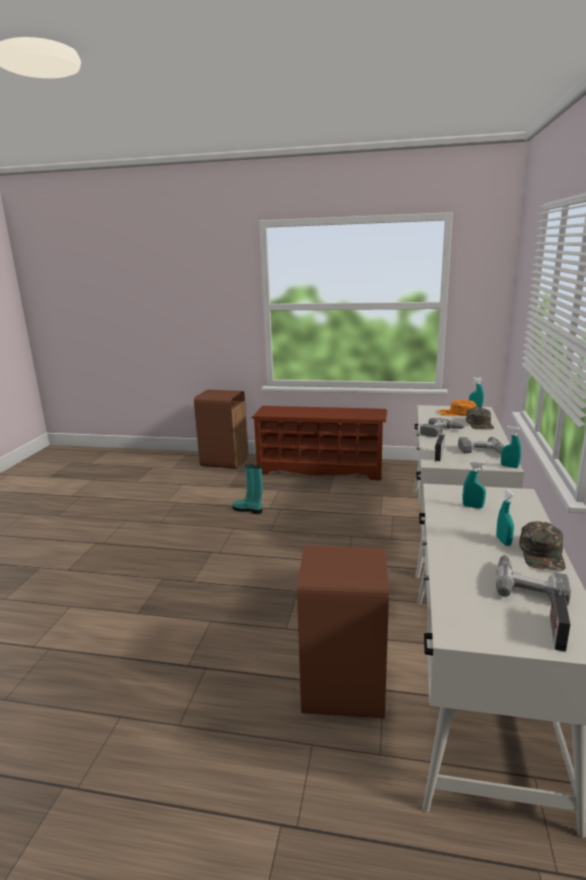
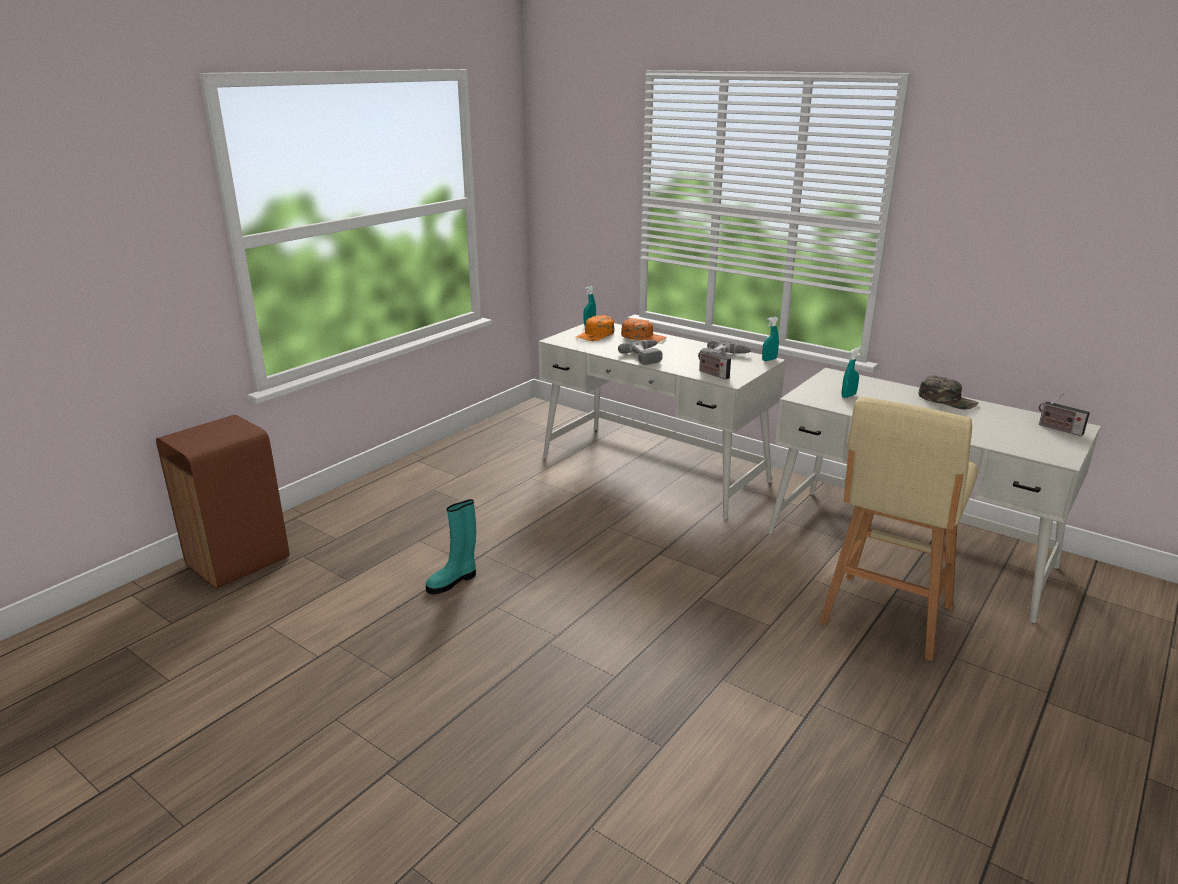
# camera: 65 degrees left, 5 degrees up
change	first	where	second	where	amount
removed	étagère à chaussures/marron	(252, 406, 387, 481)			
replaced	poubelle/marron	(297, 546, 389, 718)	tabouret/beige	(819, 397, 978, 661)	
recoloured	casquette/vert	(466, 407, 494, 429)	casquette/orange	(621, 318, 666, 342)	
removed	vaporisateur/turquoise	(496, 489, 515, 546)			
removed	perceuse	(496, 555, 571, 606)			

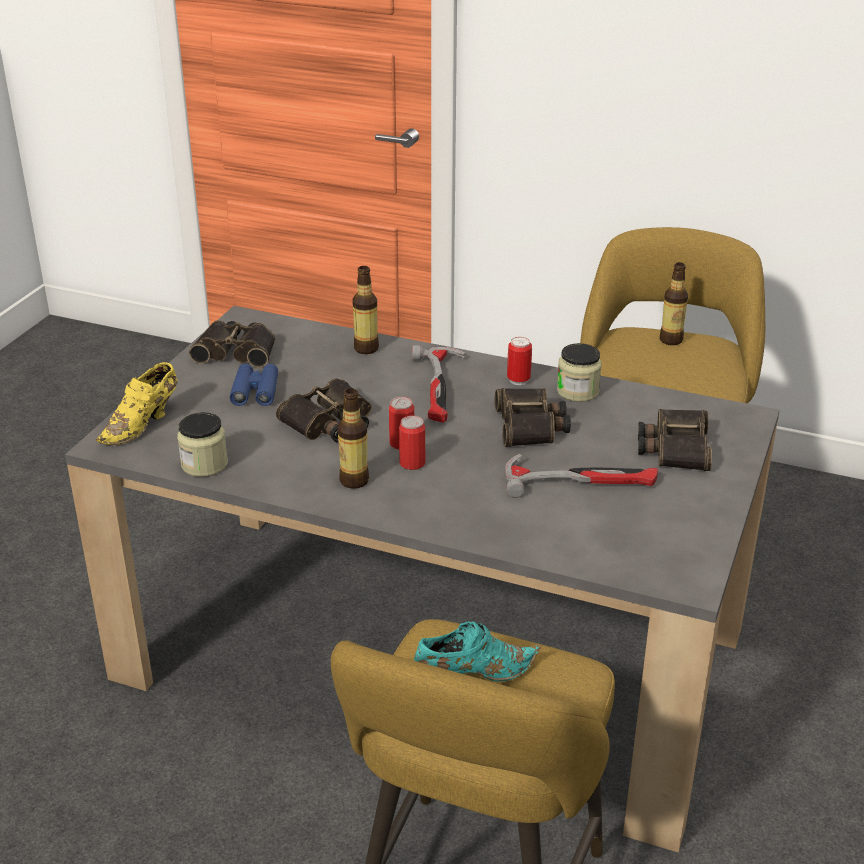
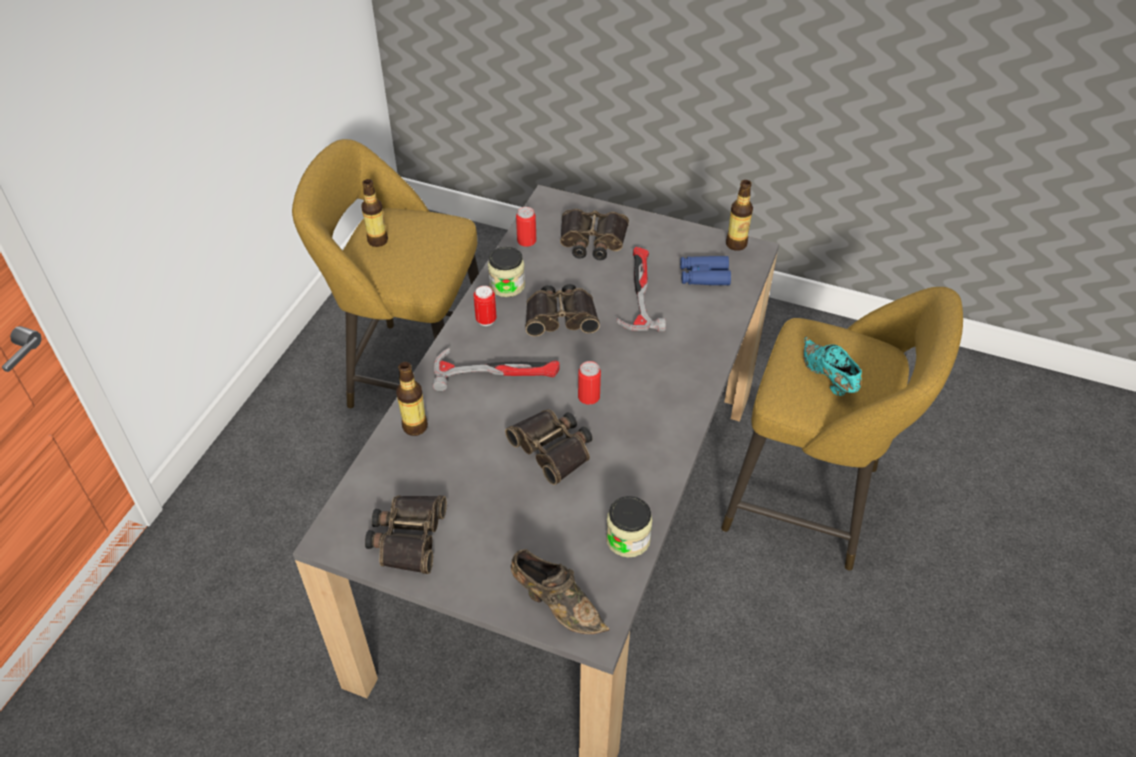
# camera: 90 degrees left, 15 degrees up
change	first	where	second	where	amount
recoloured	chaussure/jaune	(96, 362, 178, 445)	chaussure/marron	(511, 549, 609, 634)	
moved	jumelles/bleu	(230, 364, 278, 406)		(680, 256, 731, 285)	
moved	bouteille	(338, 388, 369, 489)		(726, 180, 753, 251)	
moved	boîte métallique	(399, 416, 425, 470)		(516, 207, 536, 247)	

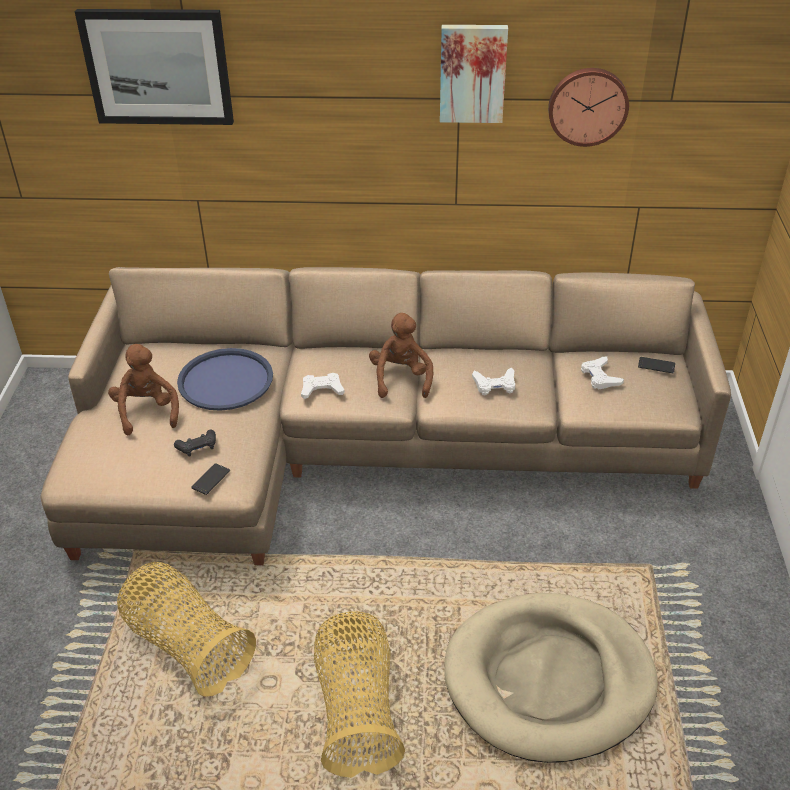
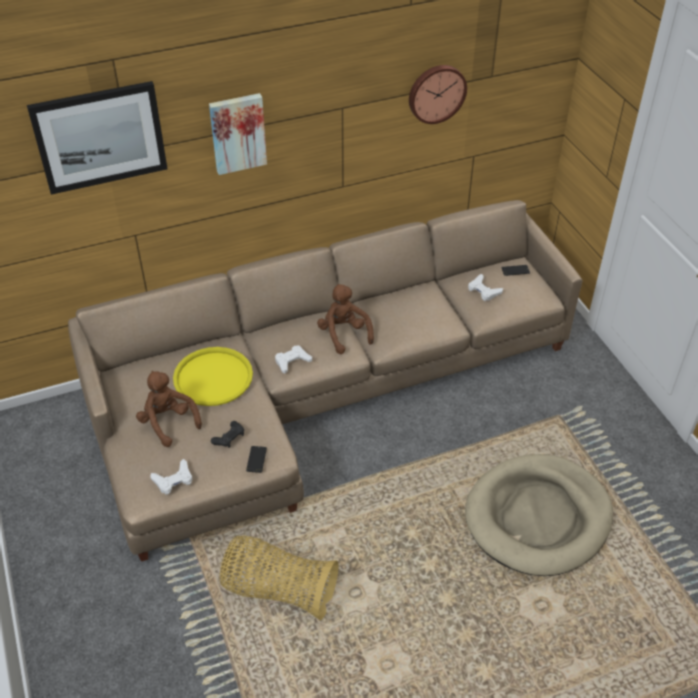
# camera: 25 degrees left, 5 degrees up
change	first	where	second	where	amount
recoloured	plateau/bleu	(177, 348, 273, 411)	plateau/jaune	(173, 347, 253, 406)	
removed	panier	(314, 612, 405, 778)			
moved	tableau	(440, 25, 508, 123)		(209, 93, 267, 175)	
moved	manette/blanc	(472, 368, 515, 395)		(150, 459, 193, 495)	

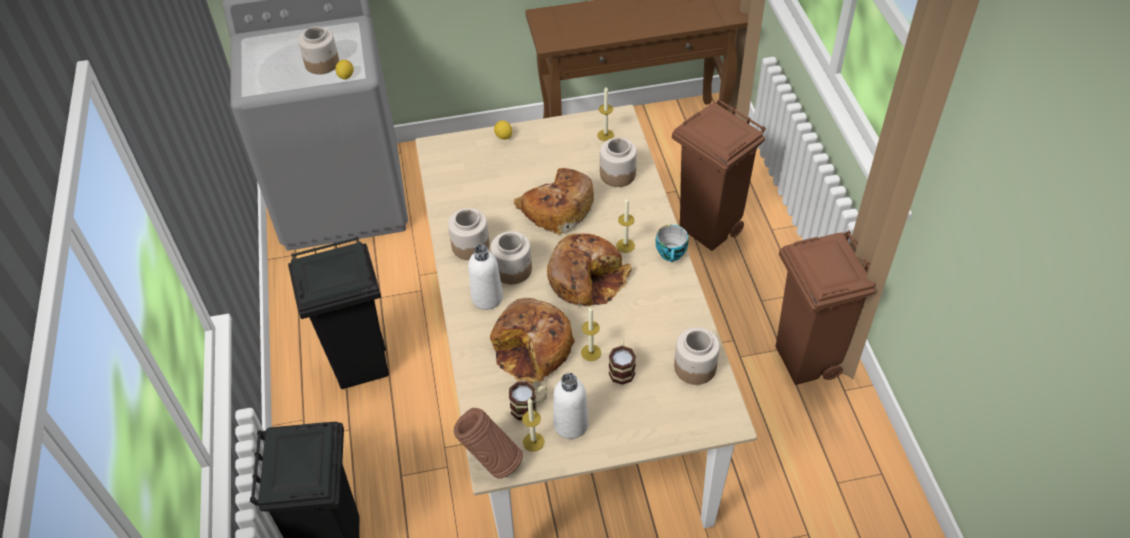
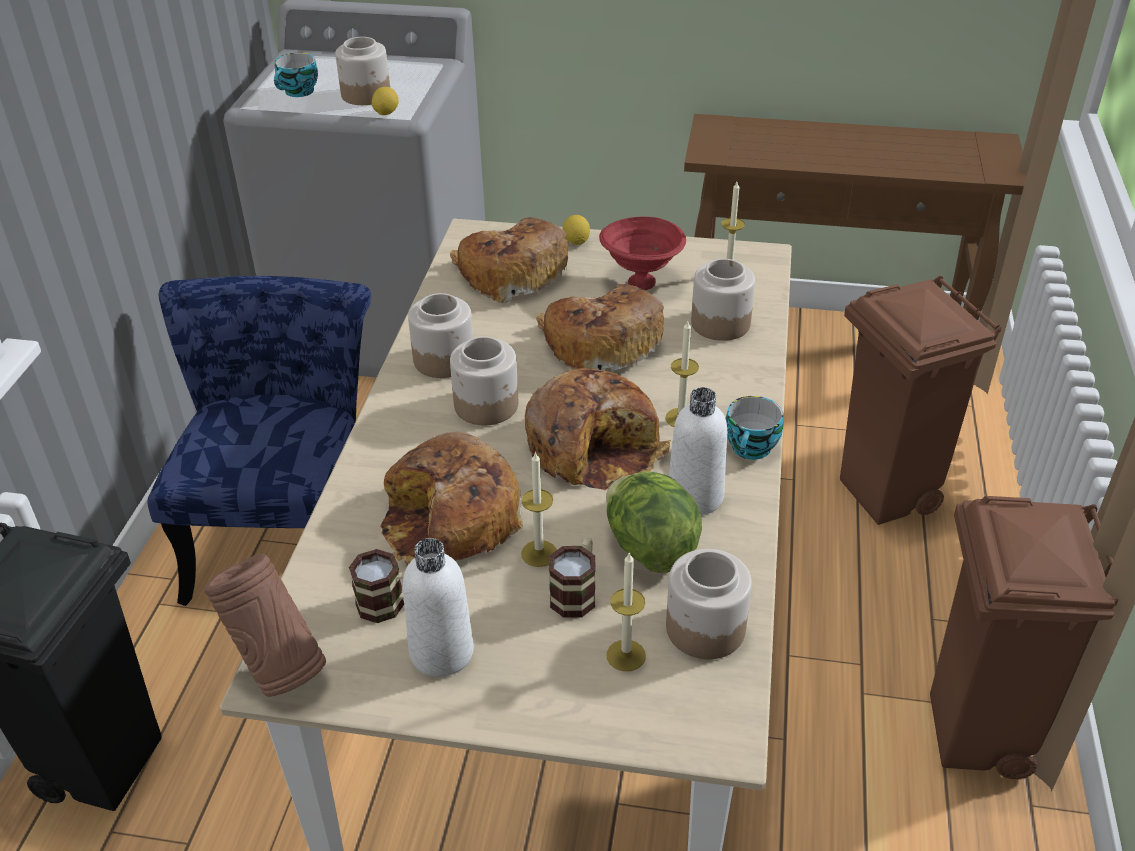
# camera: 20 degrees right, 10 degrees down
change	first	where	second	where	amount
replaced	poubelle/noir	(288, 236, 389, 389)	chaise/bleu	(148, 276, 371, 606)	
moved	bouteille/blanc	(468, 245, 503, 310)		(669, 387, 727, 515)	
moved	bougie	(522, 398, 544, 452)		(606, 552, 646, 671)	
added			tasse	(274, 53, 318, 97)	
added			pain	(450, 217, 568, 303)	
added			bol/rouge	(599, 217, 686, 290)	
added			laitue	(606, 471, 702, 573)	

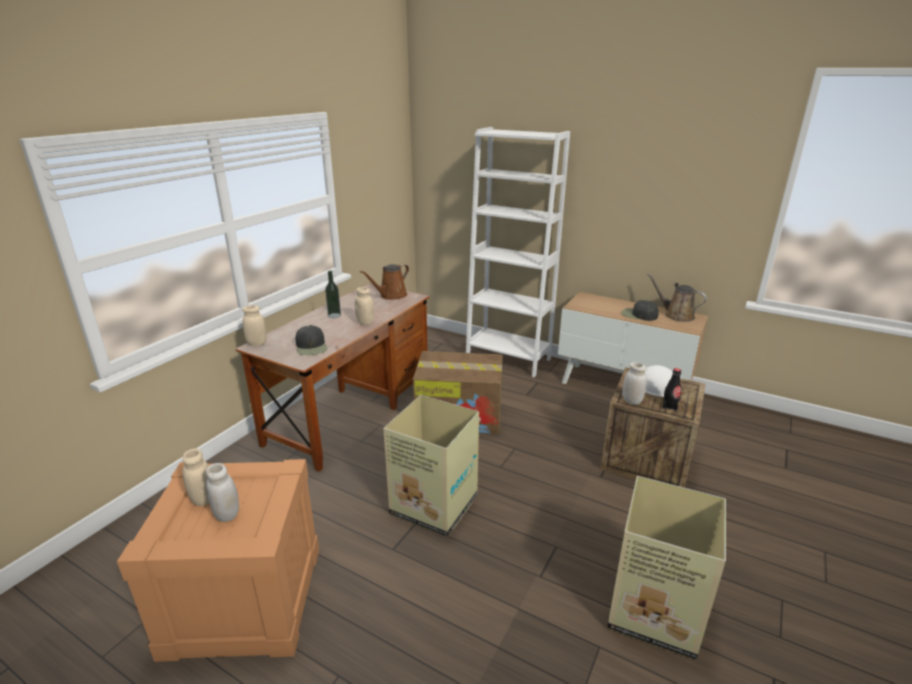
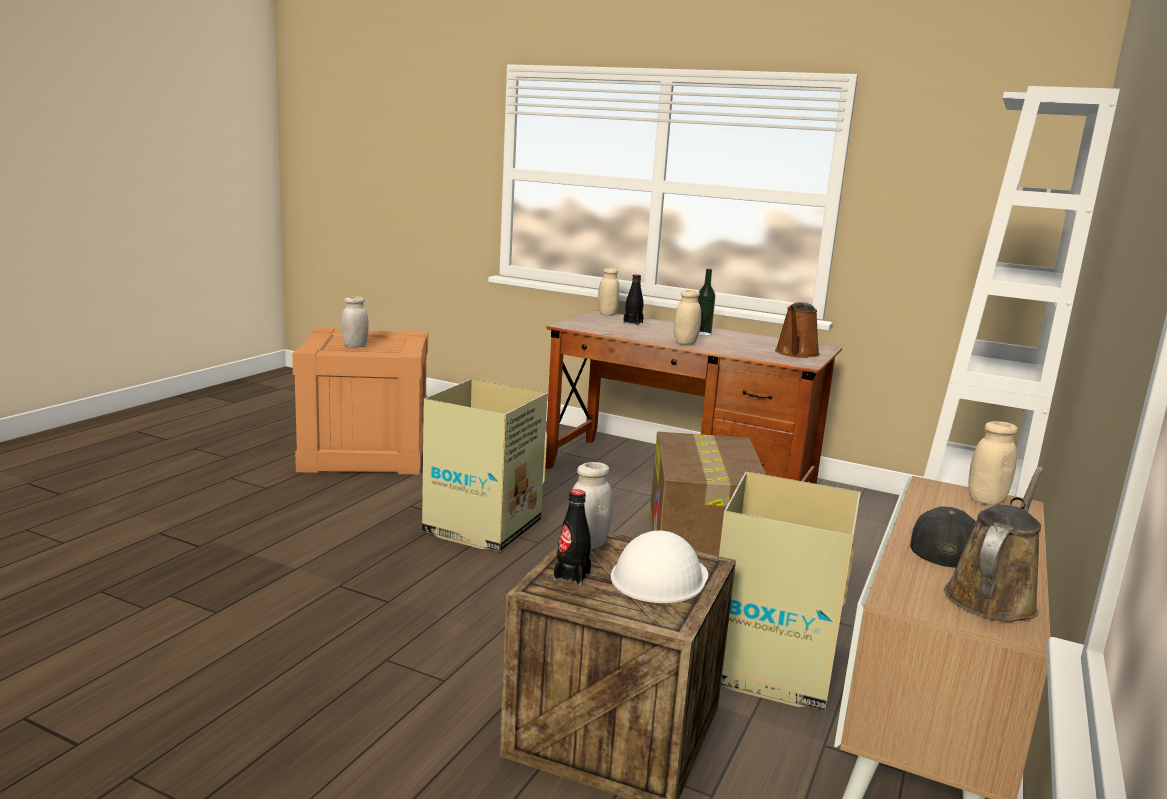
# camera: 85 degrees right, 10 degrees down
change	first	where	second	where	amount
moved	bocal/beige	(183, 448, 209, 506)		(968, 421, 1018, 505)	
removed	casquette/noir	(295, 325, 327, 355)			
turned	arrosoir/marron	(360, 264, 409, 300)		(775, 302, 820, 358)	105 degrees counterclockwise
moved	carton	(607, 476, 726, 660)		(719, 472, 861, 711)	
added			bouteille/noir	(623, 274, 643, 325)	

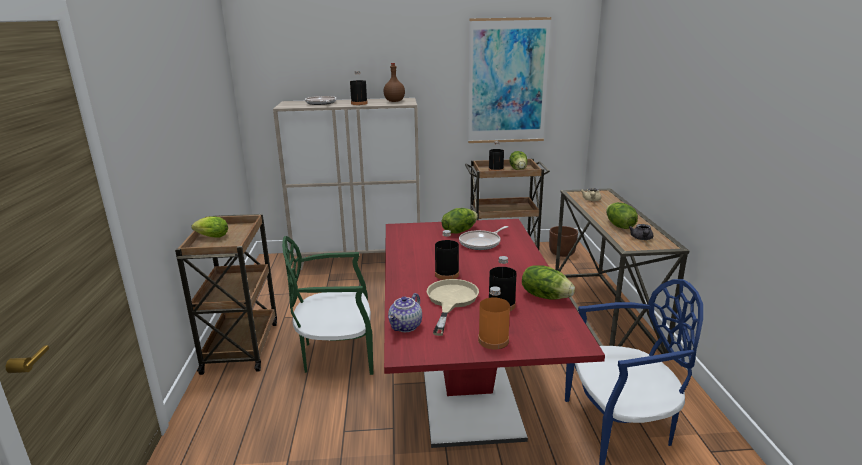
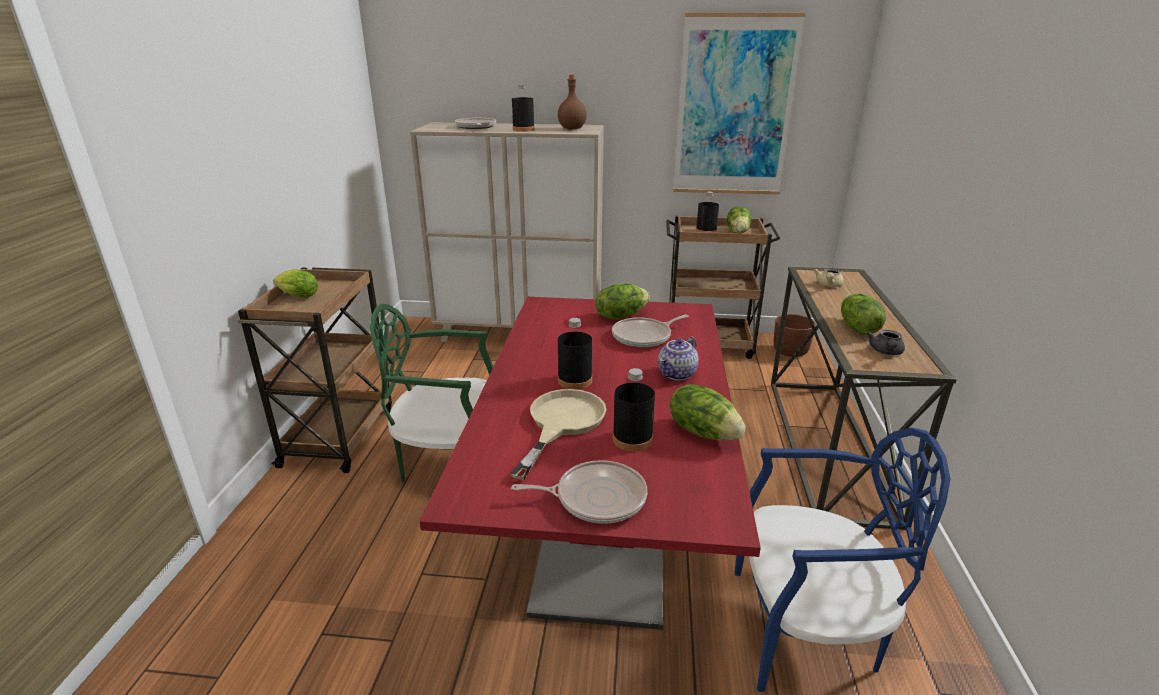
# camera: 10 degrees right, 5 degrees up
change	first	where	second	where	amount
moved	théière	(388, 293, 422, 332)		(658, 336, 699, 380)	
replaced	bouteille/orange	(478, 286, 510, 350)	poêle	(511, 460, 647, 524)	

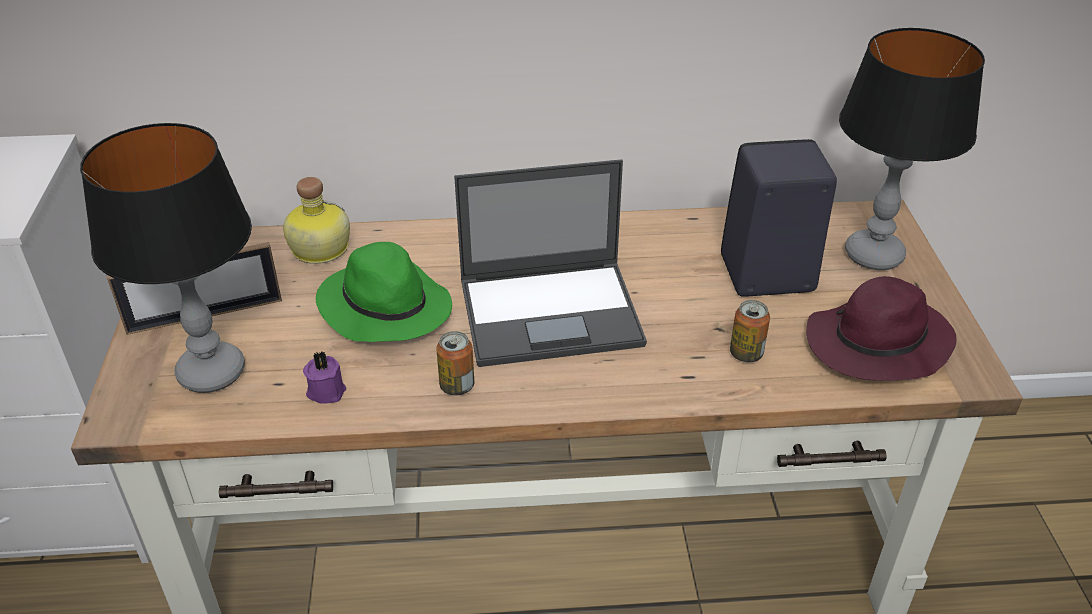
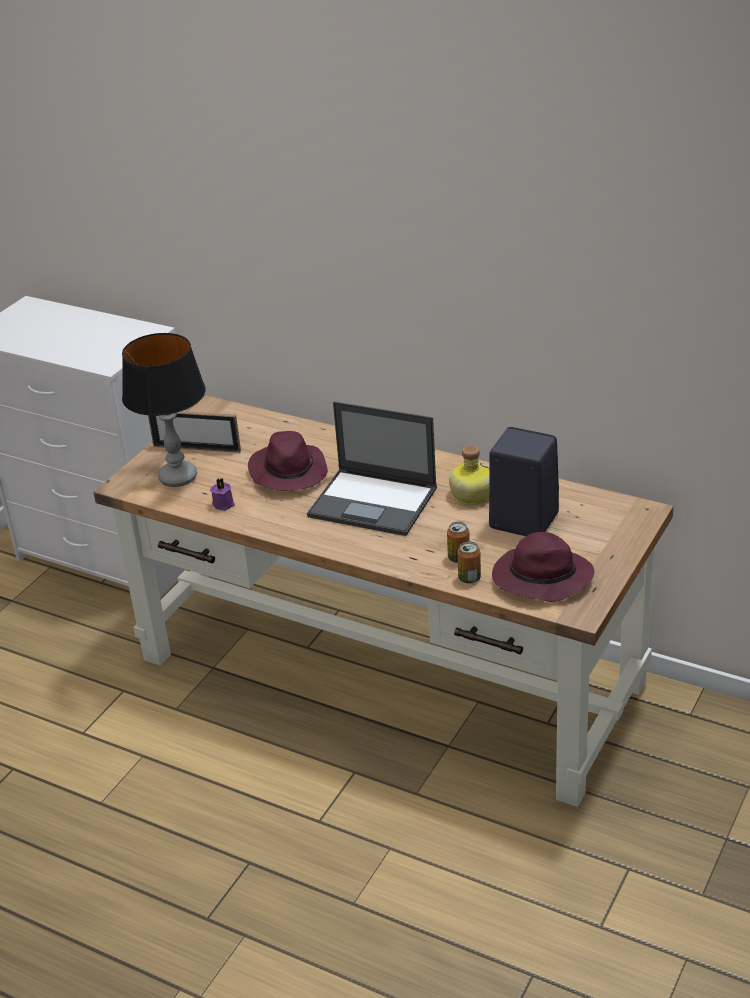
# camera: 35 degrees right, 5 degrees down
change	first	where	second	where	amount
moved	bouteille	(283, 177, 350, 264)		(449, 445, 490, 505)	
recoloured	chapeau/vert	(316, 242, 452, 342)	chapeau/violet	(248, 431, 328, 491)	
moved	boîte métallique	(436, 331, 474, 395)		(458, 541, 481, 583)	
removed	lampe de table	(839, 28, 985, 270)			

